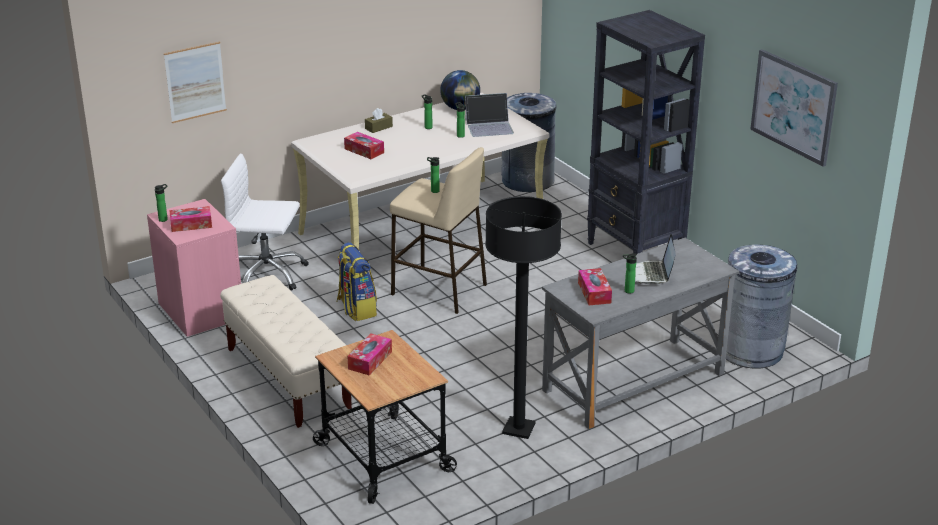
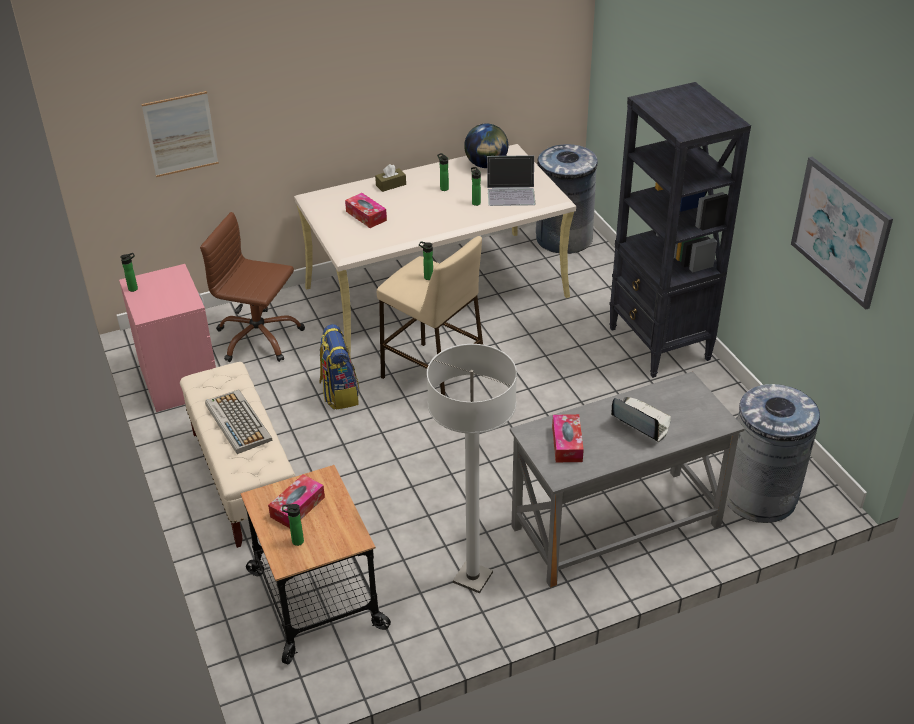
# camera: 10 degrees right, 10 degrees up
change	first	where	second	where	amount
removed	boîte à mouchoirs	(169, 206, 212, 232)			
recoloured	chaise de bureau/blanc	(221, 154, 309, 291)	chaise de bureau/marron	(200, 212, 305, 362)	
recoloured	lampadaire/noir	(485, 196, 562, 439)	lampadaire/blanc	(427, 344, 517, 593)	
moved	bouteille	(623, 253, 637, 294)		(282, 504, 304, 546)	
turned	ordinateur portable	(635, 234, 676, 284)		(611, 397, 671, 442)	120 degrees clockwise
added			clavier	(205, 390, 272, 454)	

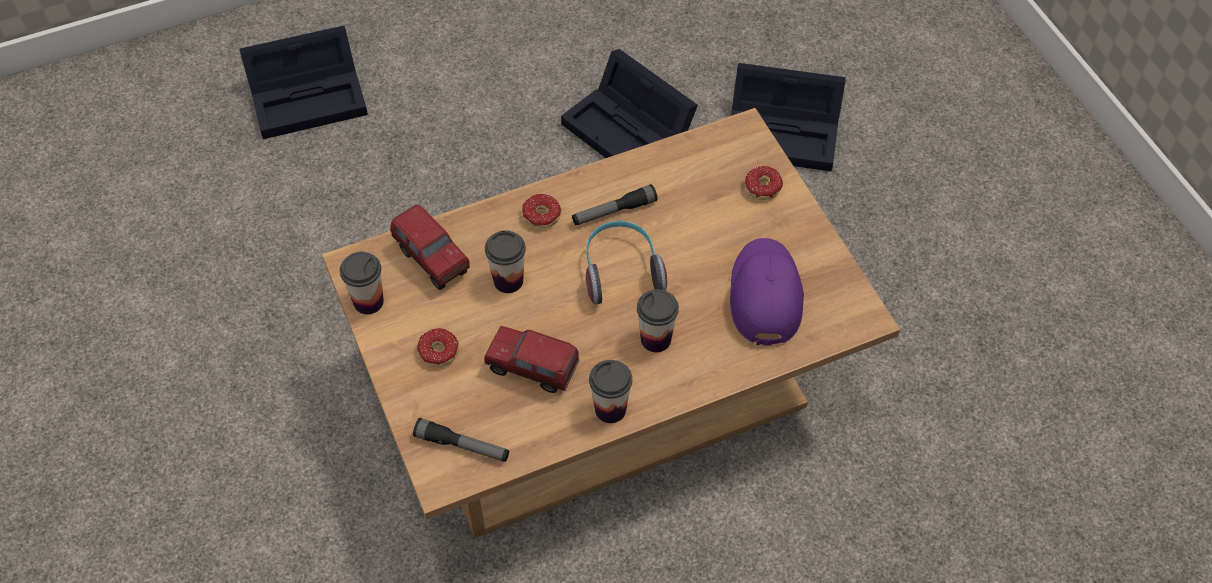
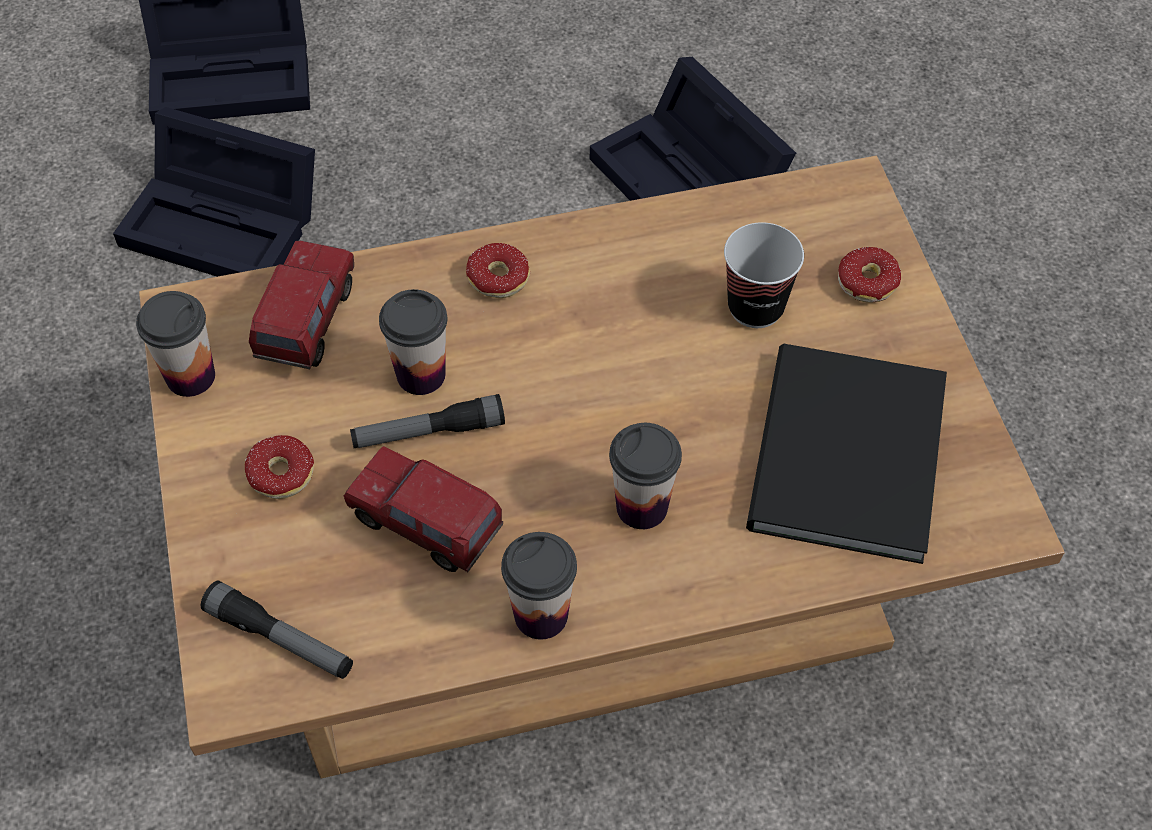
# camera: 10 degrees right, 0 degrees up
change	first	where	second	where	amount
turned	camion jouet	(390, 205, 470, 290)		(249, 241, 354, 369)	135 degrees counterclockwise
moved	lampe de poche	(572, 184, 657, 225)		(350, 394, 505, 448)	
removed	casque audio	(586, 221, 667, 305)			
replaced	casquette/violet	(730, 238, 804, 346)	livre/noir	(746, 344, 947, 564)	
moved	boîte de rangement/noir	(731, 63, 846, 171)		(113, 107, 315, 277)	
added			tasse	(724, 222, 804, 328)	

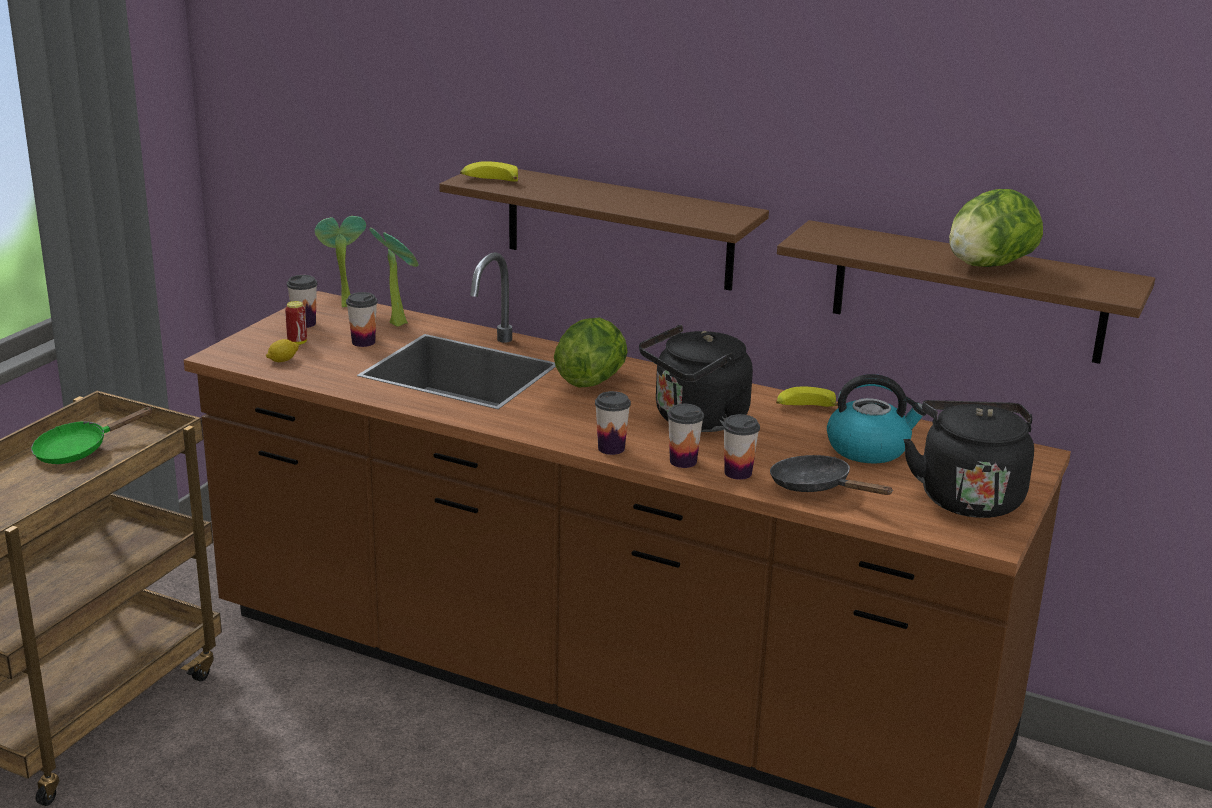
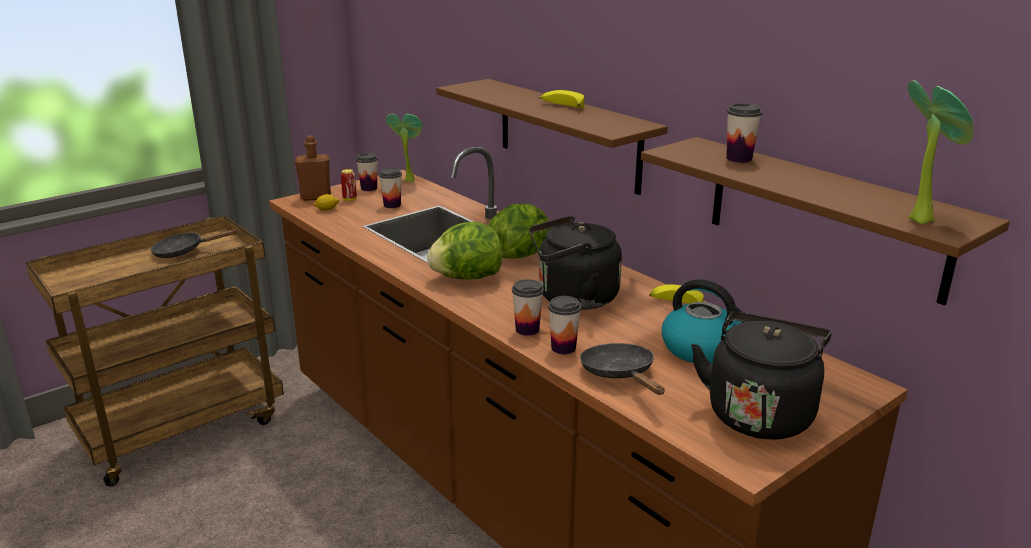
# camera: 25 degrees right, 0 degrees up
change	first	where	second	where	amount
recoloured	poêle/vert	(31, 407, 153, 464)	poêle/noir	(150, 229, 237, 258)	
moved	plante en pot	(369, 228, 419, 327)		(908, 80, 973, 224)	
moved	banane	(460, 161, 518, 182)		(539, 90, 584, 109)	
moved	tasse	(595, 391, 631, 455)		(726, 103, 762, 163)	
moved	laitue	(949, 189, 1043, 267)		(427, 222, 502, 280)	
added			bouteille/marron	(295, 136, 331, 201)	

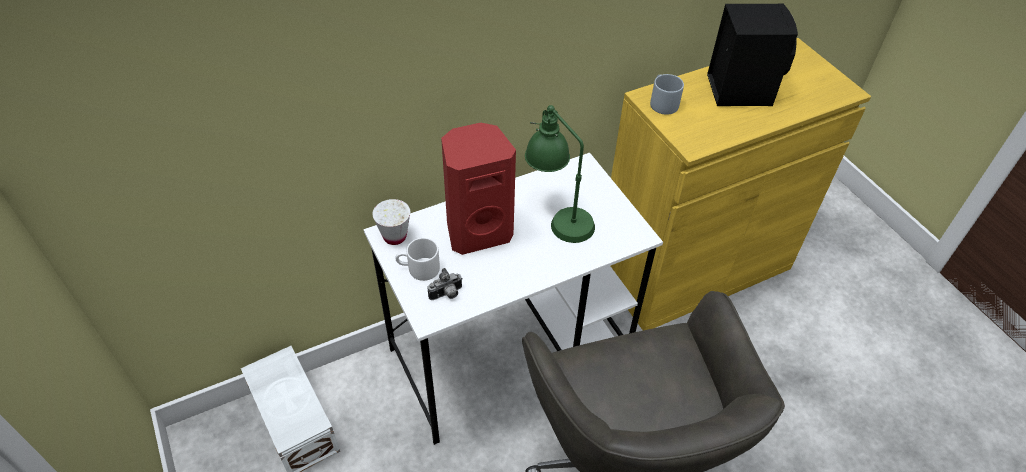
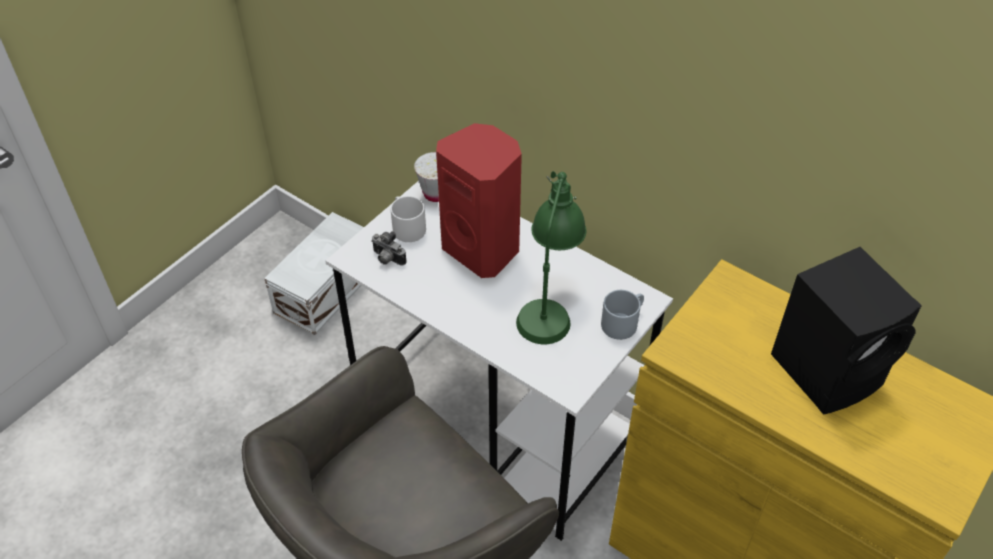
# camera: 65 degrees right, 0 degrees up
change	first	where	second	where	amount
moved	mug/gris	(650, 74, 684, 115)		(601, 290, 644, 340)	

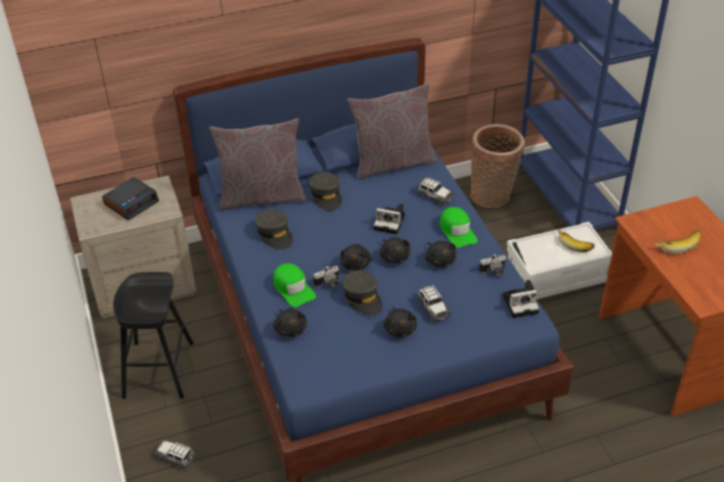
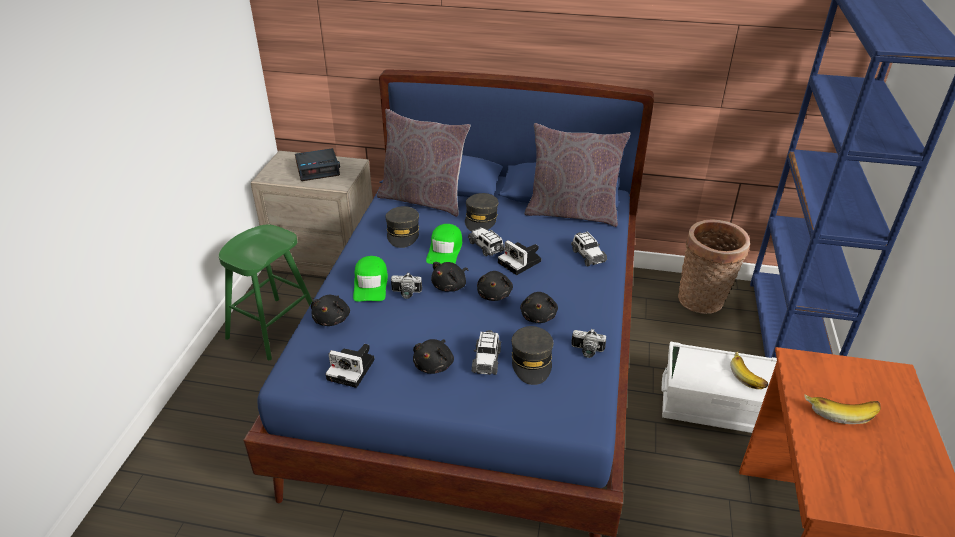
# camera: 30 degrees right, 5 degrees down
change	first	where	second	where	amount
recoloured	tabouret/noir	(113, 272, 194, 399)	tabouret/vert	(219, 224, 312, 360)	
moved	petite voiture	(155, 439, 195, 469)		(468, 227, 504, 256)	
moved	casquette/gris	(342, 270, 382, 315)		(512, 326, 553, 385)	
moved	casquette/vert	(440, 207, 478, 248)		(426, 224, 462, 264)	
moved	appareil photo	(503, 280, 539, 318)		(325, 344, 374, 388)	

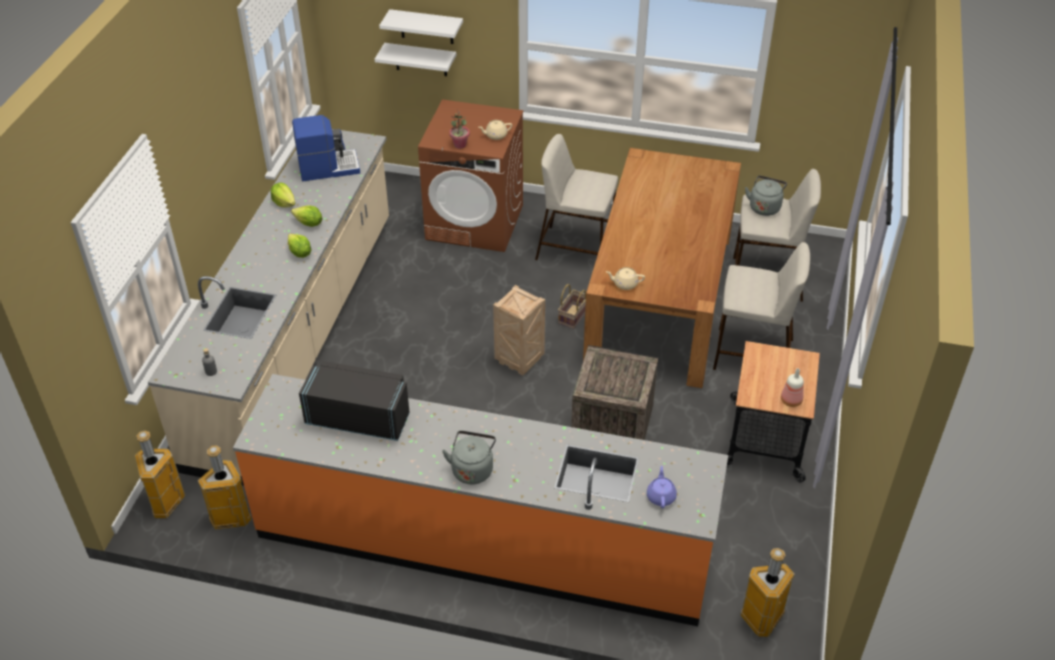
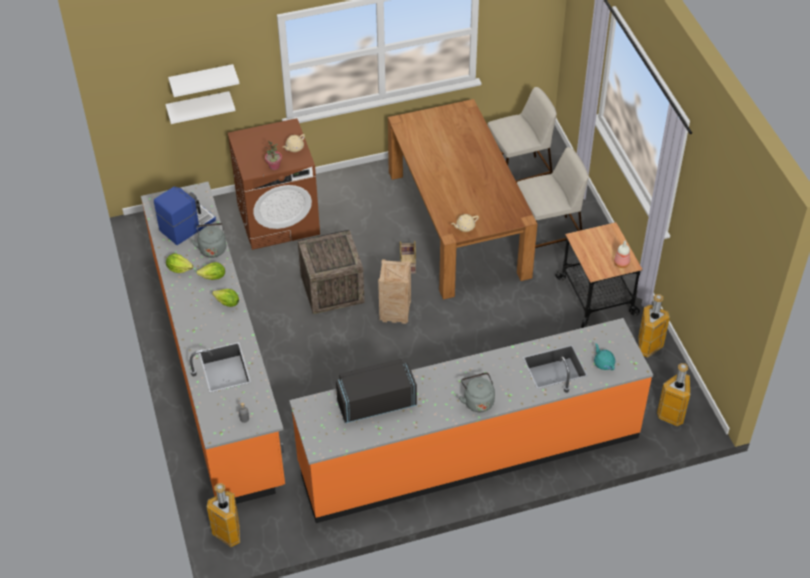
# camera: 30 degrees left, 5 degrees up
change	first	where	second	where	amount
recoloured	comptoir de cuisine/beige	(148, 129, 389, 486)	comptoir de cuisine/orange	(141, 182, 285, 504)	
moved	poubelle	(198, 445, 252, 530)		(638, 294, 670, 358)	
removed	tabouret/beige	(535, 134, 618, 260)			
moved	caisse	(571, 345, 658, 440)		(298, 230, 365, 314)	
recoloured	théière/violet	(647, 466, 677, 508)	théière/turquoise	(594, 343, 615, 370)	
moved	bouilloire/gris	(745, 176, 787, 216)		(191, 223, 226, 258)	

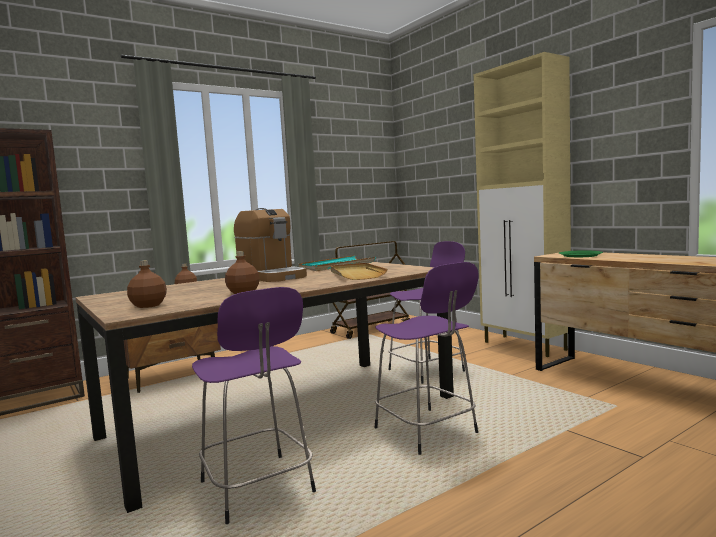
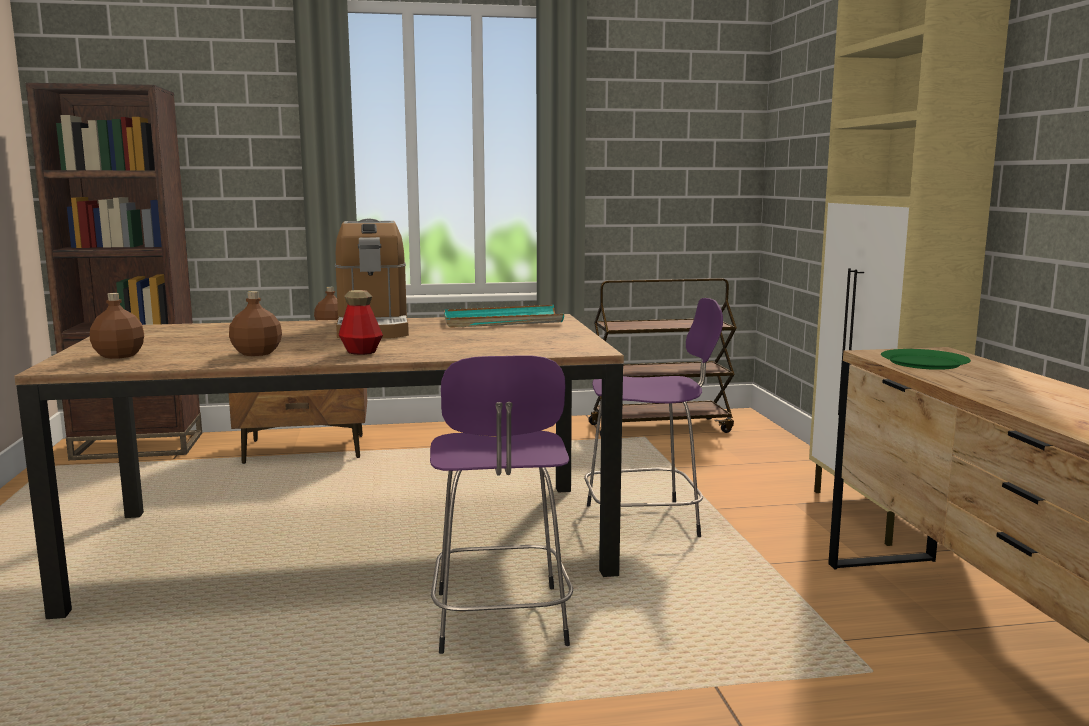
# camera: 25 degrees right, 5 degrees up
change	first	where	second	where	amount
removed	tabouret/violet	(192, 287, 316, 524)			
removed	plateau/beige	(331, 263, 388, 280)			
added			bouteille	(339, 290, 383, 355)	

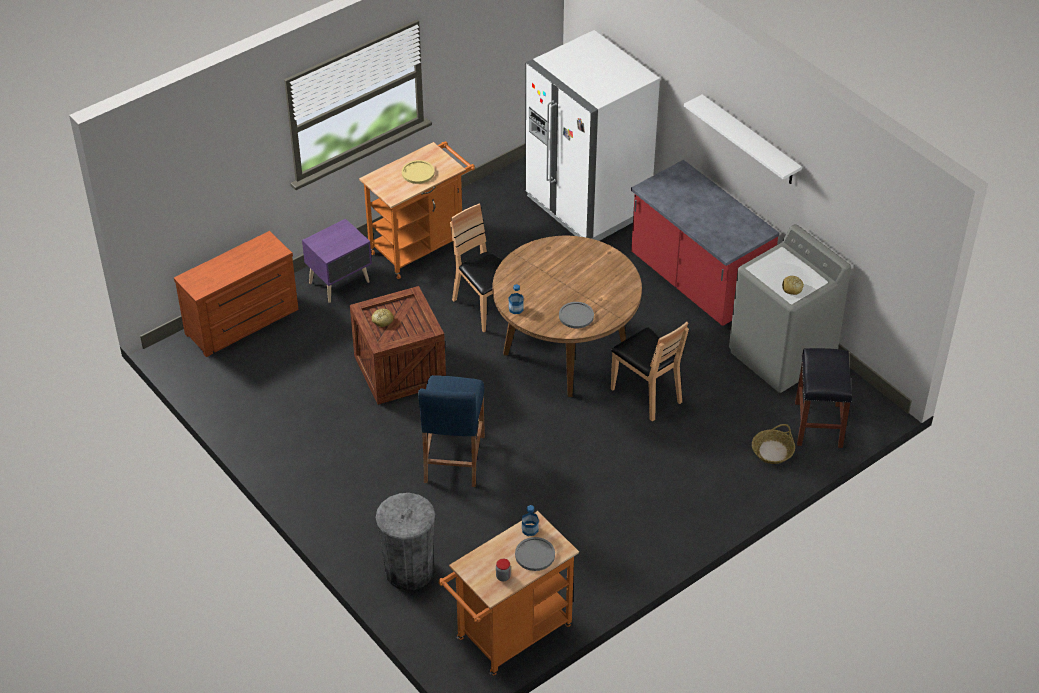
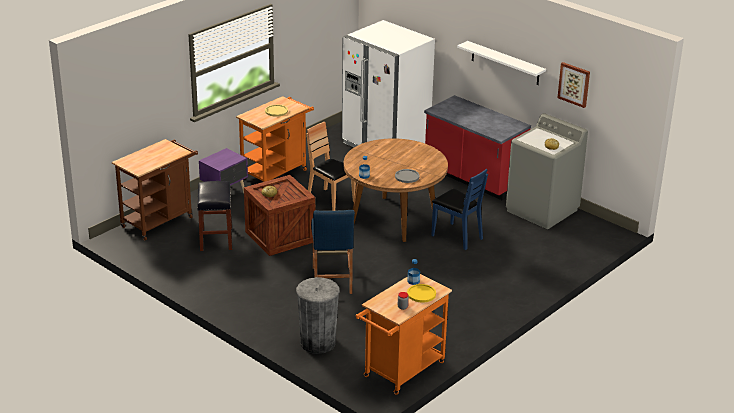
# camera: 10 degrees left, 15 degrees down
change	first	where	second	where	amount
replaced	commode/marron	(174, 231, 298, 357)	chariot/marron	(112, 139, 198, 241)	
recoloured	assiette/gris	(515, 537, 555, 571)	assiette/jaune	(407, 284, 436, 302)	
recoloured	chaise/marron	(611, 322, 689, 421)	chaise/bleu	(431, 169, 488, 250)	
removed	panier	(752, 424, 795, 464)			
moved	tabouret/noir	(795, 348, 852, 448)		(197, 181, 232, 251)	
added			tableau	(557, 62, 590, 108)	

